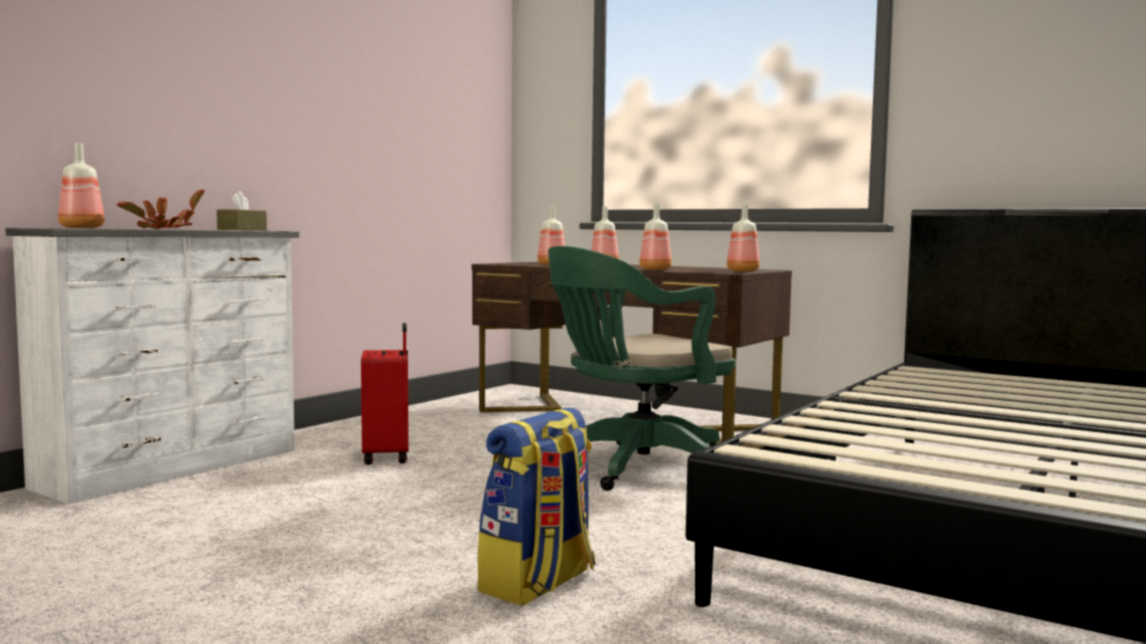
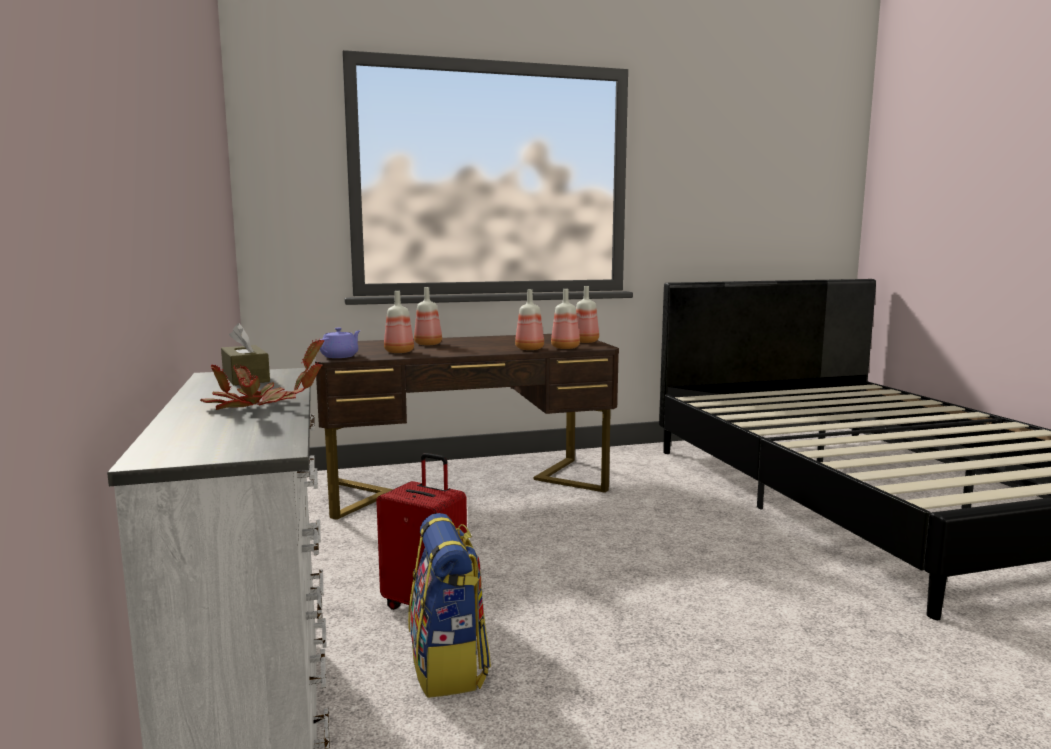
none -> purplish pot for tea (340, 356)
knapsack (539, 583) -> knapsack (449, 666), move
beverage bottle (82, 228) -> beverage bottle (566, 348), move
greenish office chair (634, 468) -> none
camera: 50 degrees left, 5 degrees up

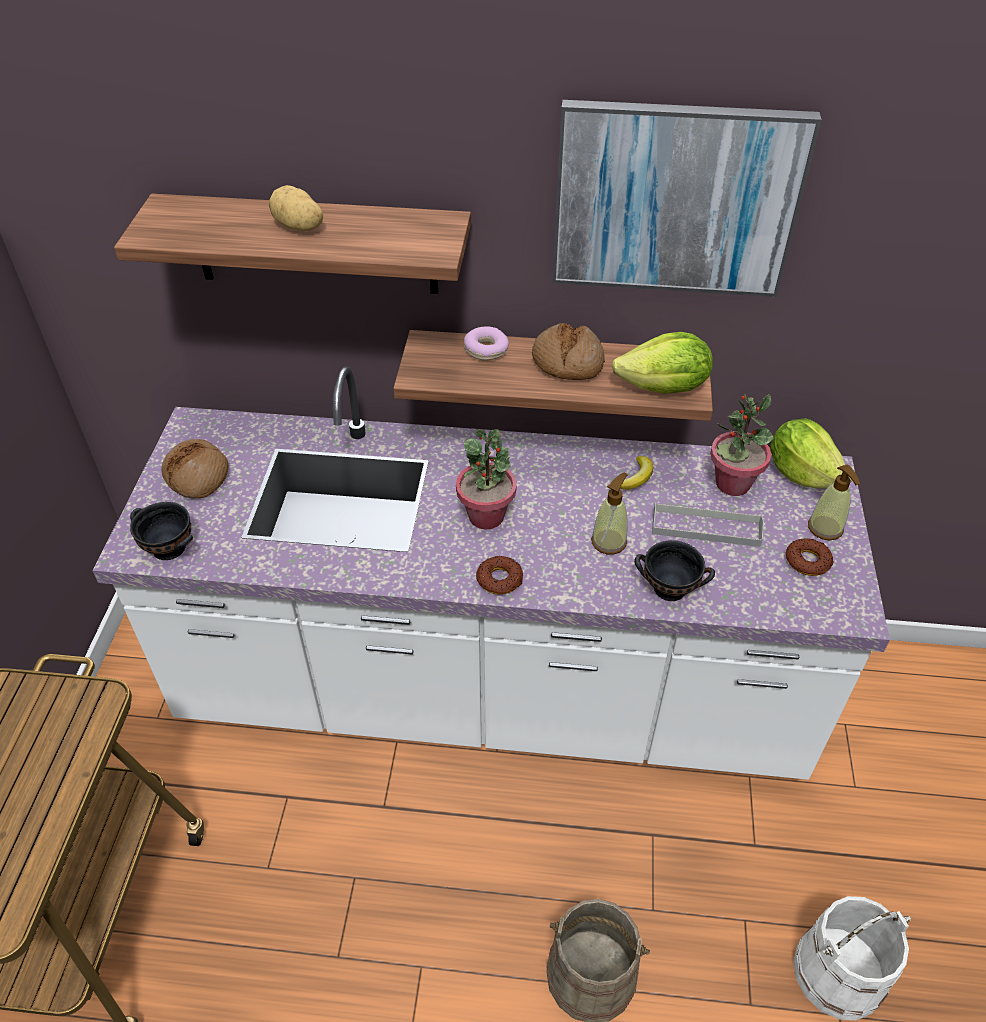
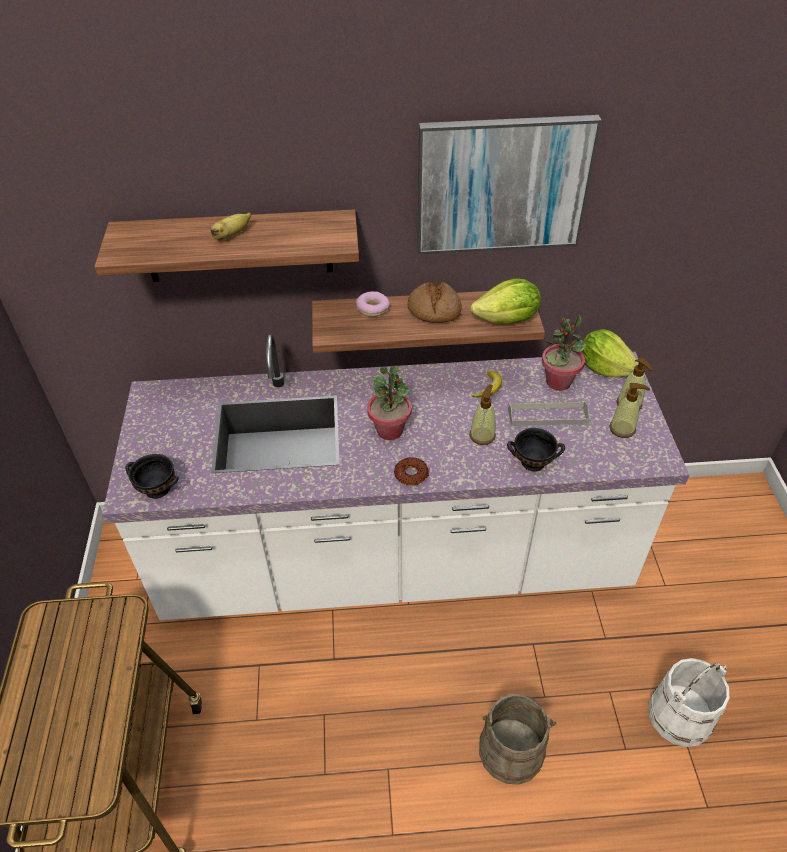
spud (298, 227) -> banana (231, 235)
doughnut (808, 561) -> liquid soap bottle (622, 429)
baked bread (197, 476) -> none
camera: 10 degrees left, 0 degrees up

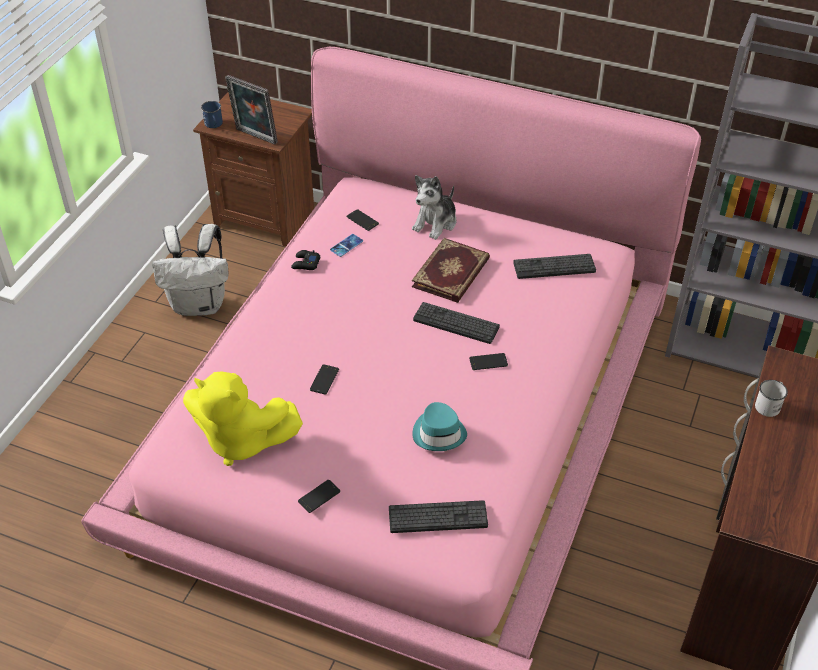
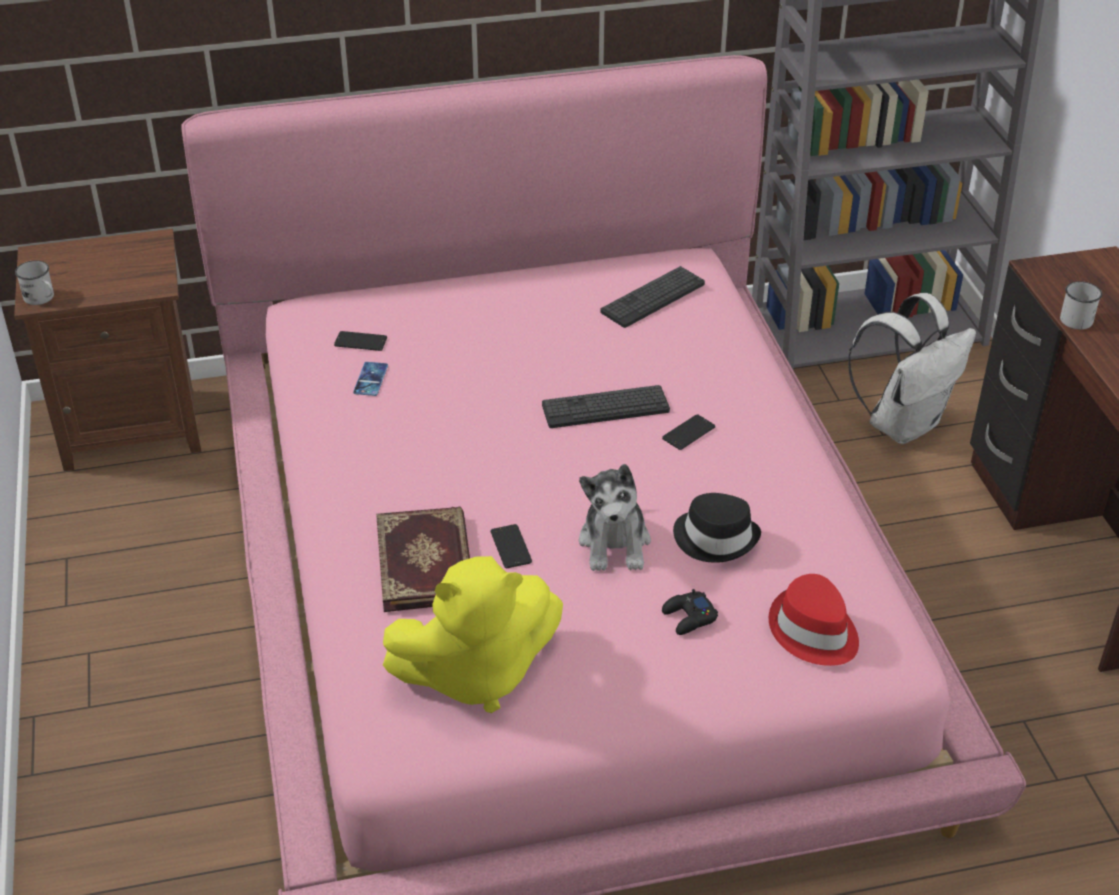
blue mug (214, 125) -> white mug (42, 298)
bound book (452, 273) -> bound book (427, 563), move
cuddly toy (435, 223) -> cuddly toy (615, 543), move
black game controller (305, 264) -> black game controller (689, 617), move
turquoise-coloured hat (439, 433) -> black hat (716, 538)
computer keyboard (438, 517) -> red-coloured hat (813, 631)
white knapsack (200, 304) -> white knapsack (903, 423), move
standing frame (255, 137) -> none
handset (319, 496) -> none
camera: 35 degrees left, 5 degrees down

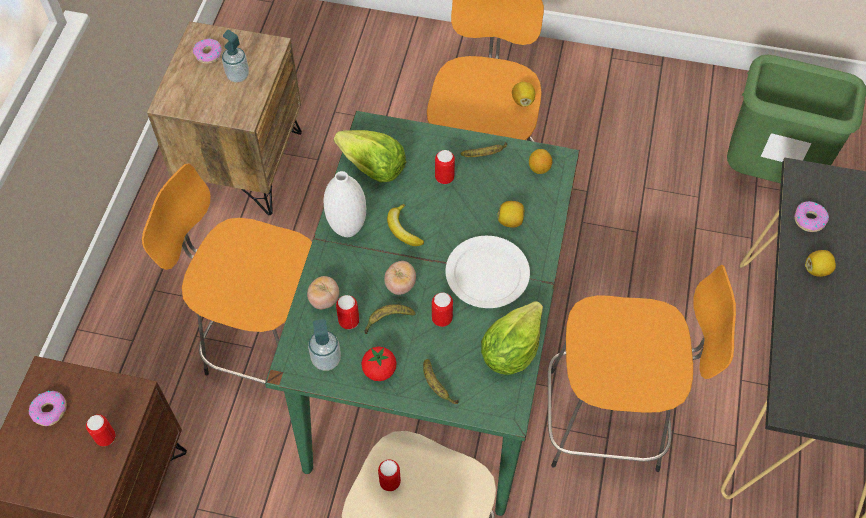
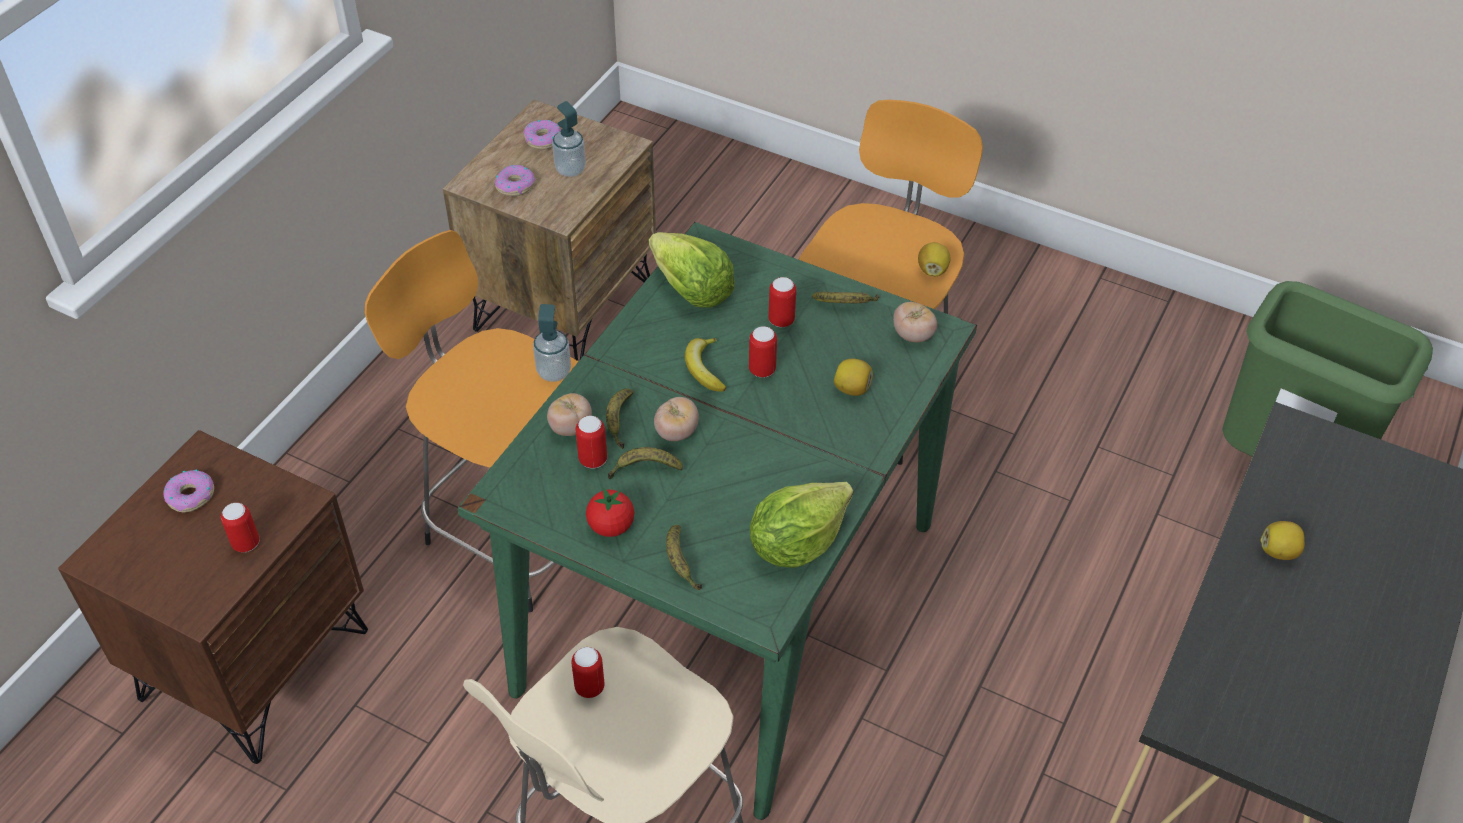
doughnut (809, 219) -> doughnut (515, 185), move
liquid soap bottle (326, 360) -> liquid soap bottle (554, 372), move
none -> banana (619, 422)
metal can (442, 319) -> metal can (762, 370), move
lemon (539, 168) -> tomato (913, 335)
white decorative vase (347, 229) -> none
white plate (487, 274) -> none
orangey sitting stool (609, 420) -> none
camera: 15 degrees right, 10 degrees down

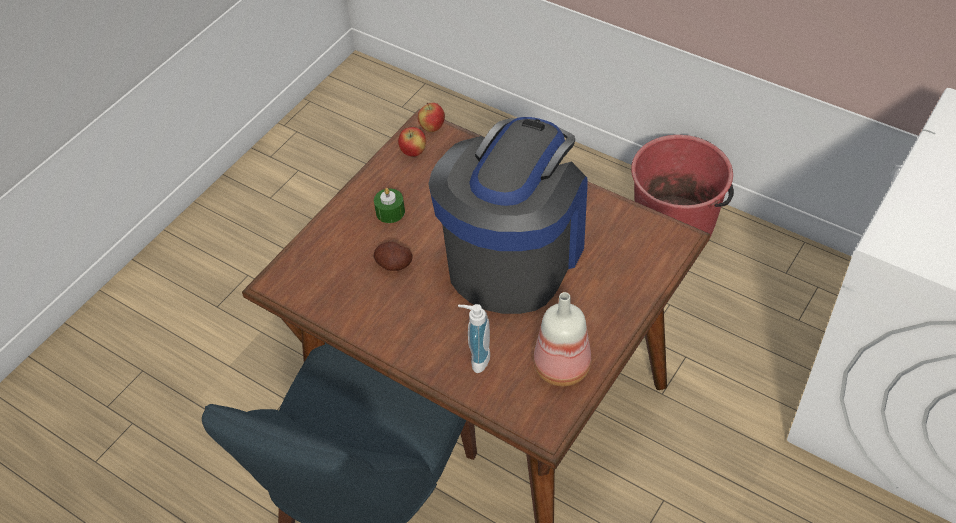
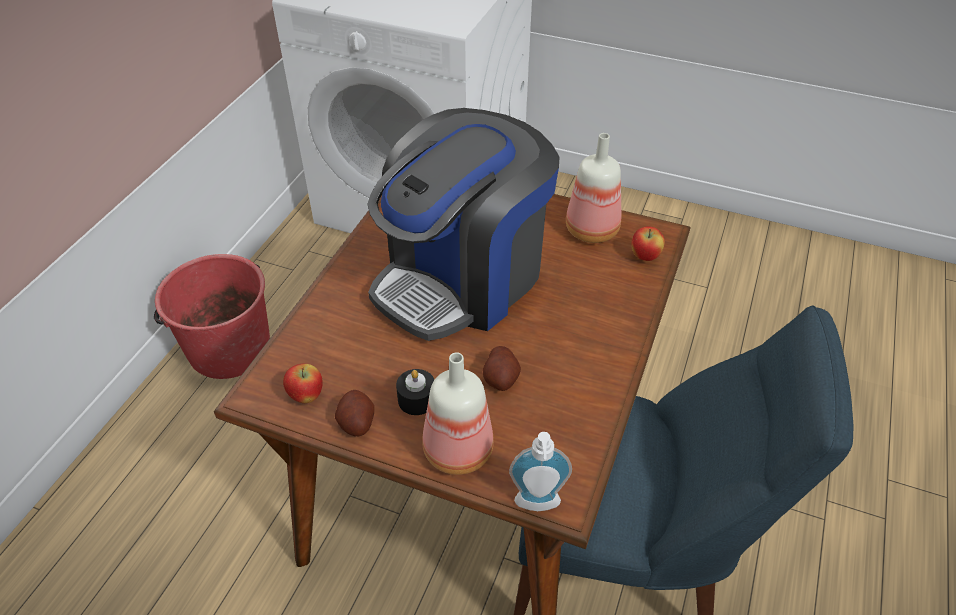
none -> spud (356, 422)
coffee maker (515, 254) -> coffee maker (462, 278), 60 degrees counterclockwise
greenish wax candle (390, 212) -> black wax candle (417, 399)
none -> beverage bottle (456, 451)
liquid soap bottle (476, 358) -> liquid soap bottle (537, 506), move
apple (432, 128) -> apple (645, 256), move
camera: 105 degrees left, 5 degrees down

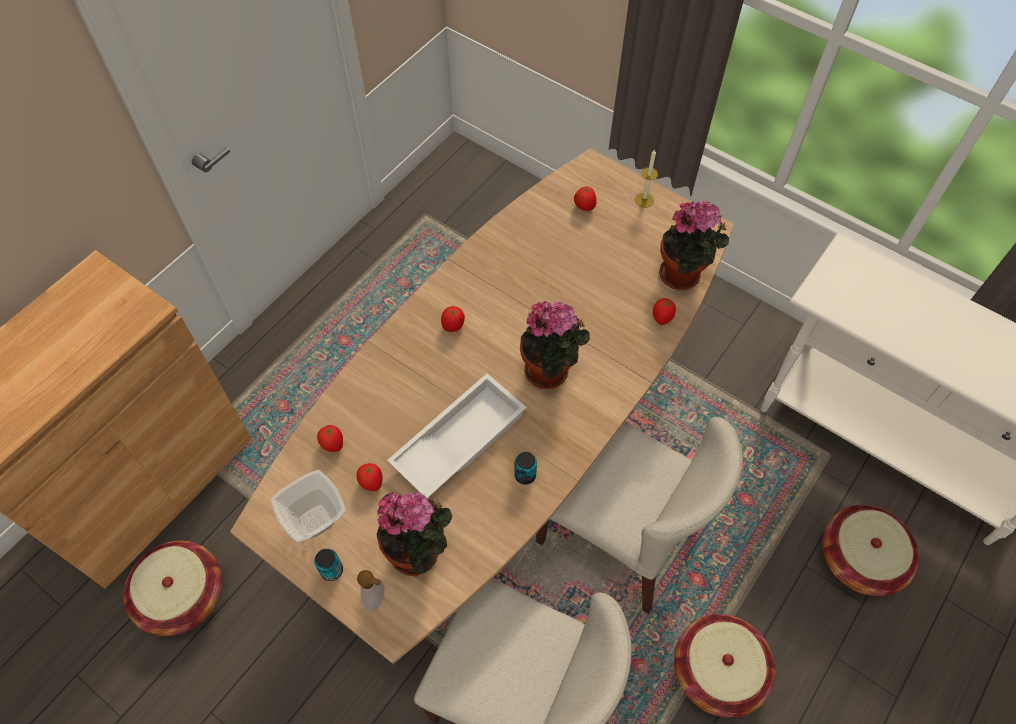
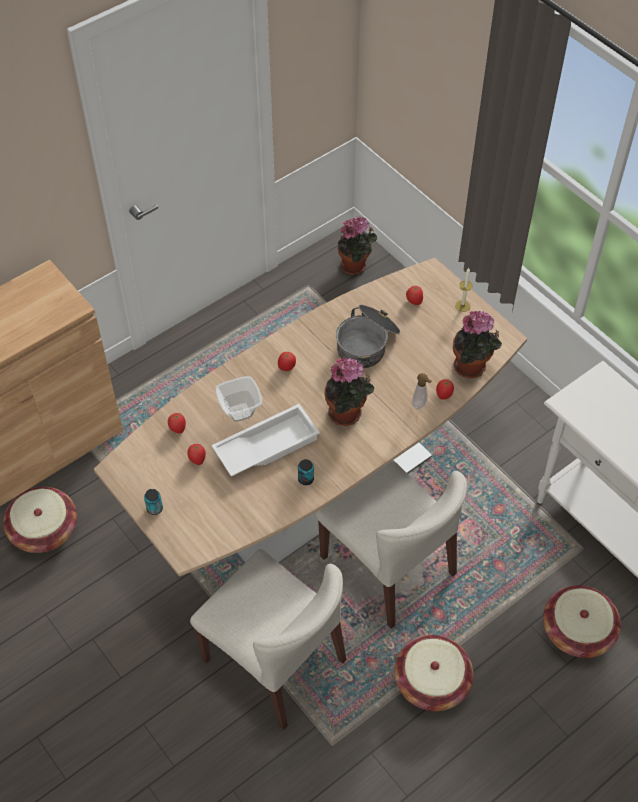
bowl (318, 521) -> bowl (241, 413), move
none -> cooking pot (367, 344)
potted plant (419, 552) -> potted plant (355, 266), move
liquid soap bottle (377, 599) -> liquid soap bottle (420, 404), move
camera: 15 degrees right, 5 degrees down

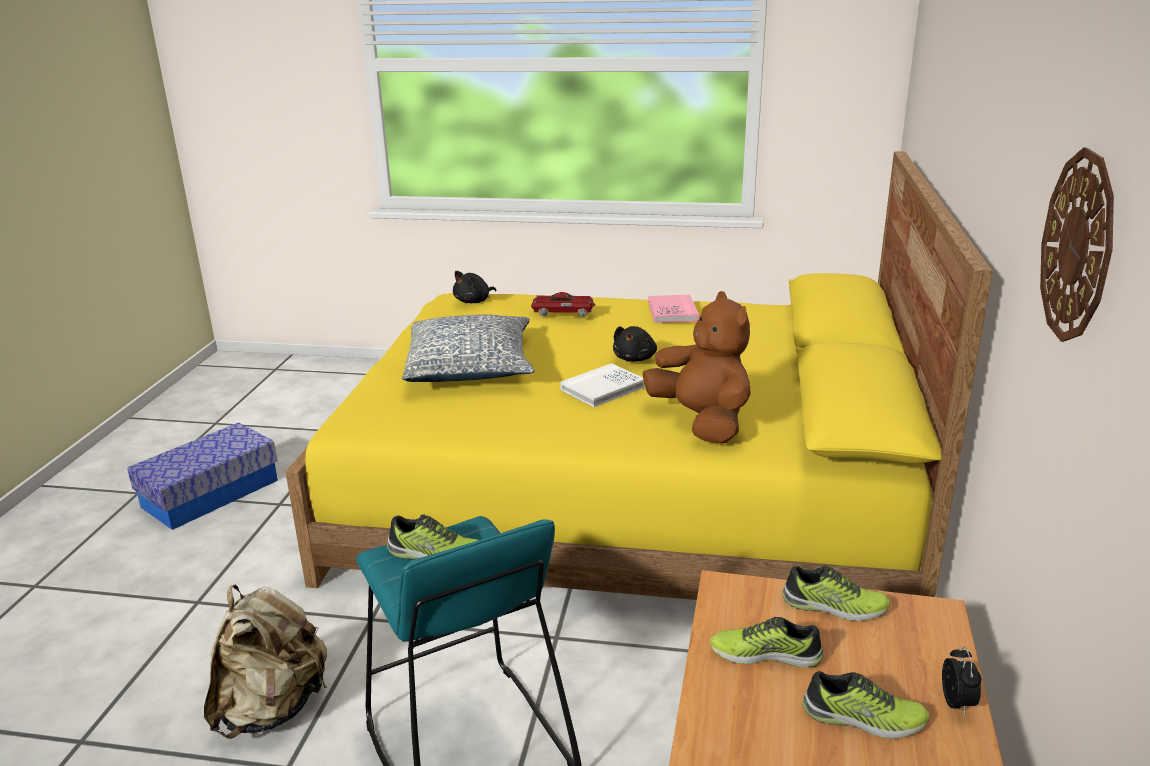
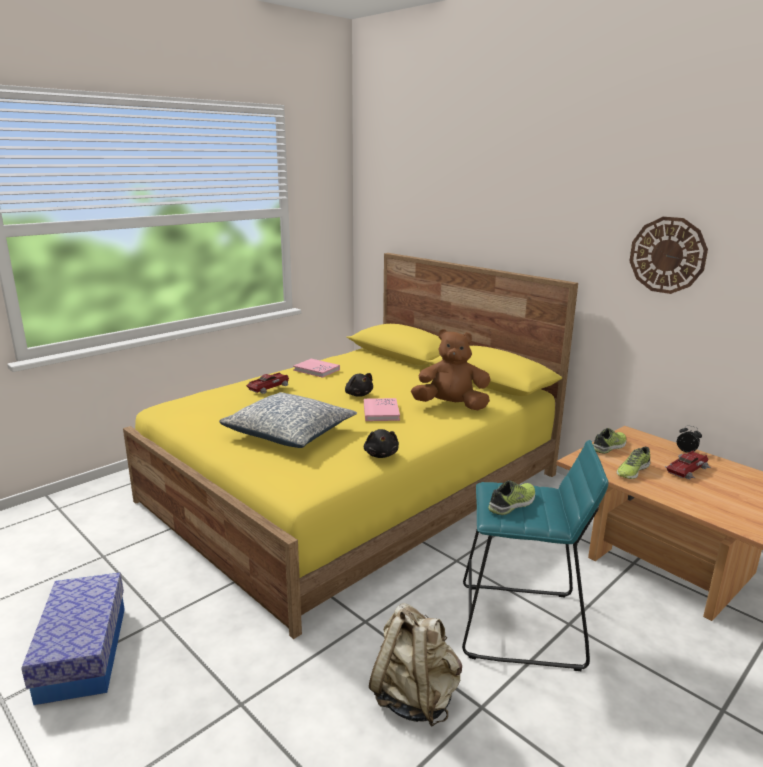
white bound book (603, 388) -> pink-coloured bound book (381, 412)
black cuddly toy (474, 301) -> black cuddly toy (381, 454), move
shoe (863, 719) -> model car (686, 469)
camera: 55 degrees left, 5 degrees down

